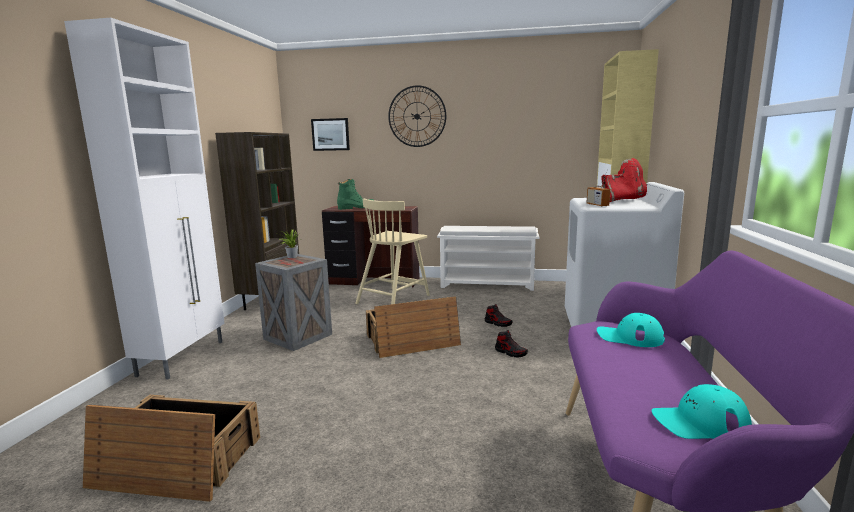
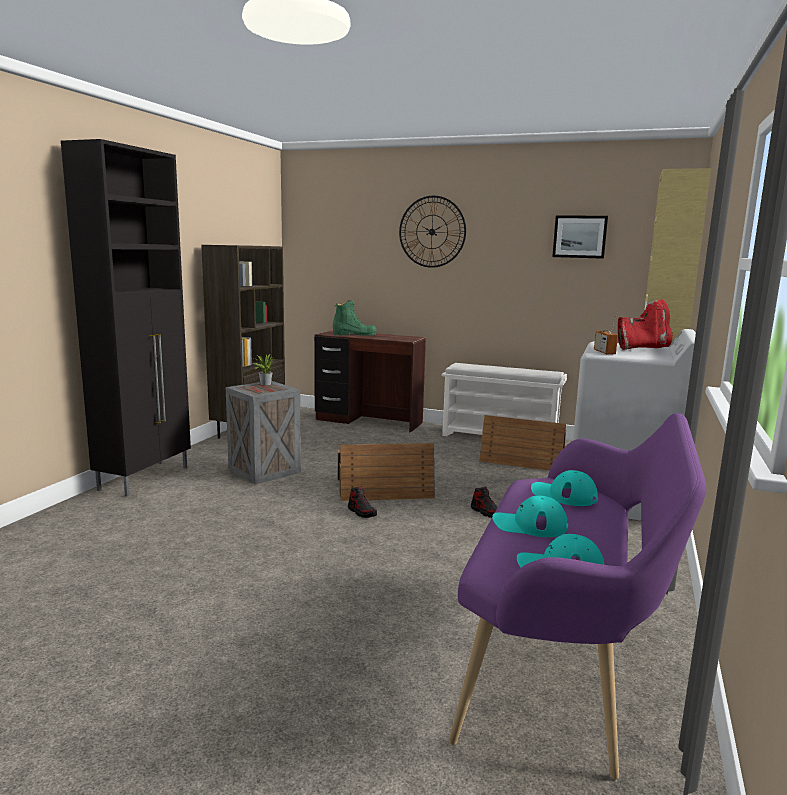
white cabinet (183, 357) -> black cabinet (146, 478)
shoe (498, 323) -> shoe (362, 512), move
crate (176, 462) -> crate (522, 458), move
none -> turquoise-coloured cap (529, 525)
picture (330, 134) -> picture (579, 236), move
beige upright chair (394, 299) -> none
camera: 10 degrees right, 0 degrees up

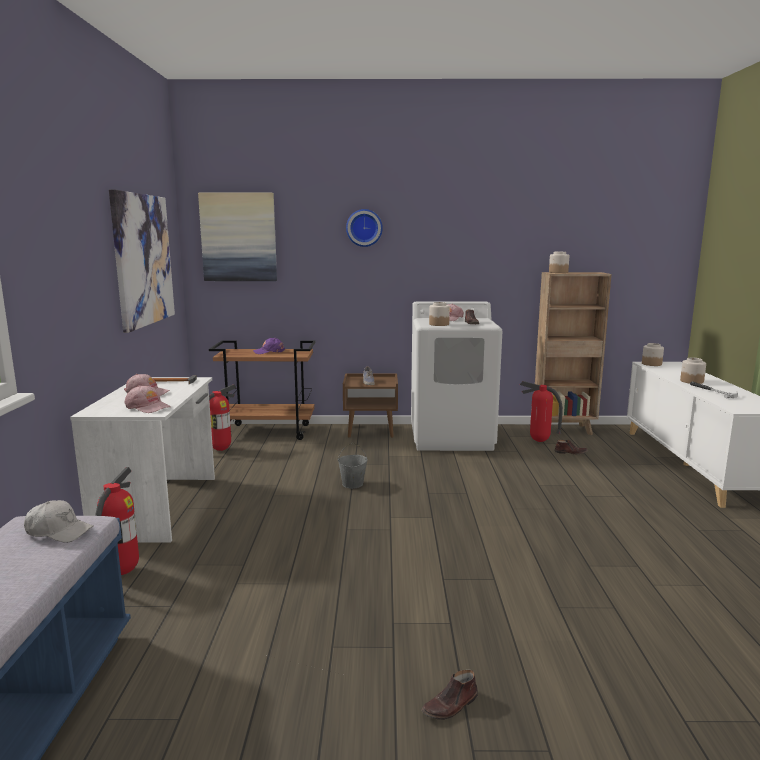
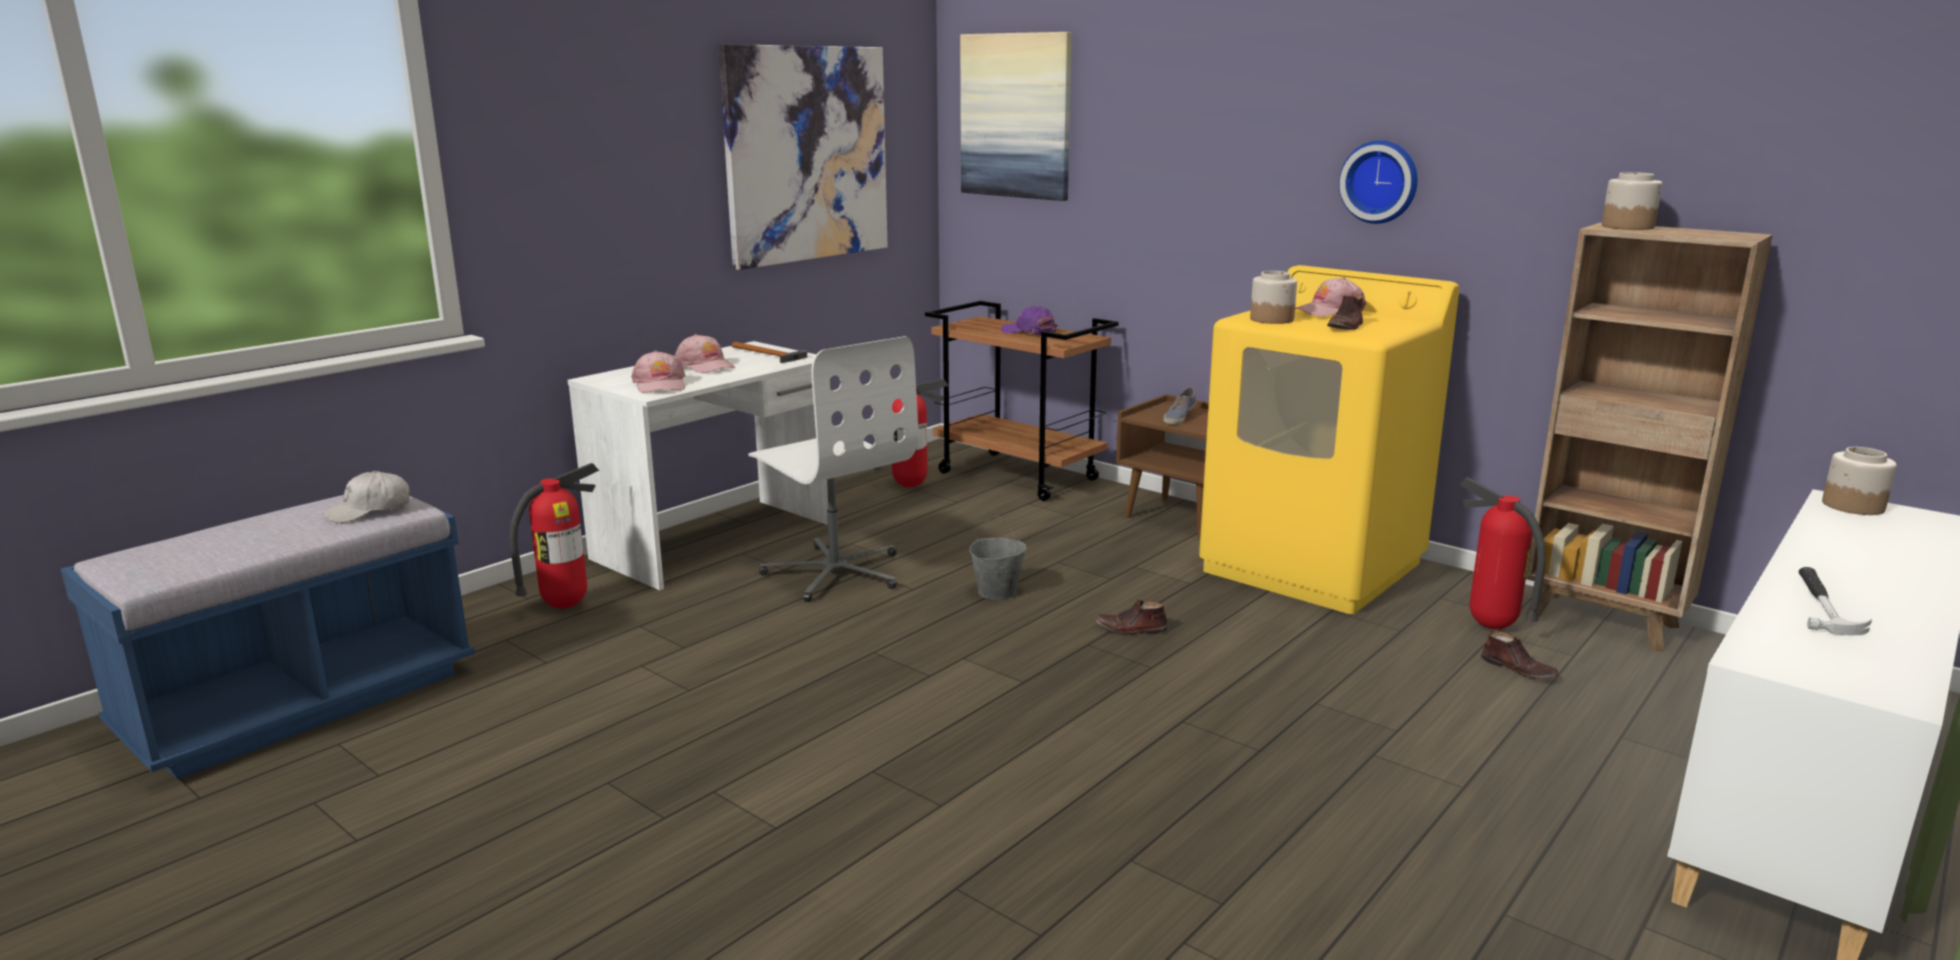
white cap (59, 531) -> white cap (369, 510), 90 degrees clockwise
none -> white office chair (835, 572)
brown shoe (450, 706) -> brown shoe (1130, 629), move
white washing machine (452, 437) -> yellow washing machine (1313, 567)
hanging clock (364, 228) -> hanging clock (1380, 181), move
jar (691, 381) -> none
camera: 40 degrees right, 5 degrees up

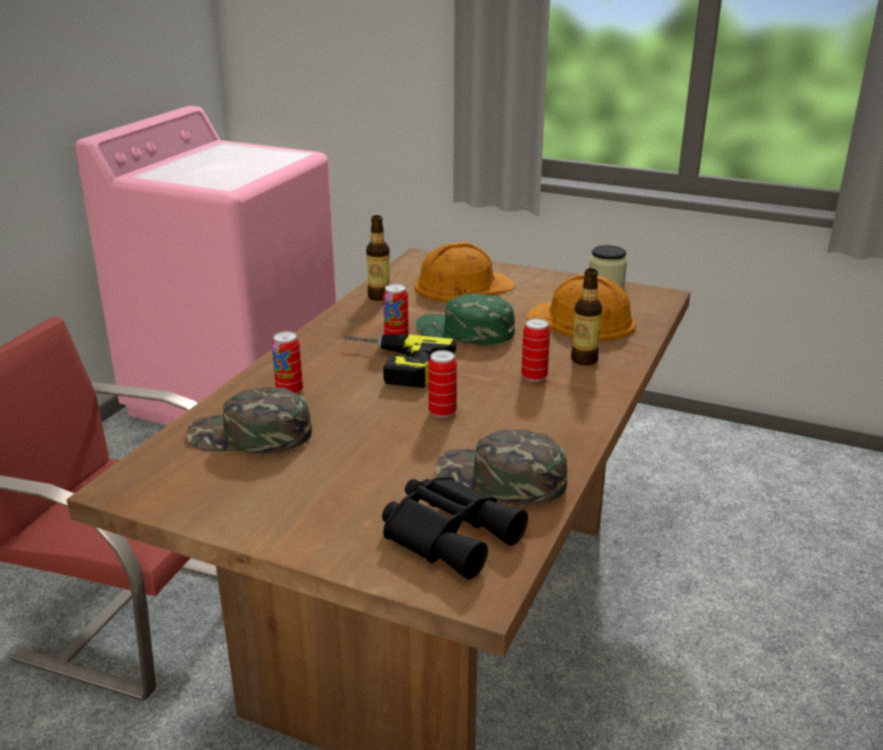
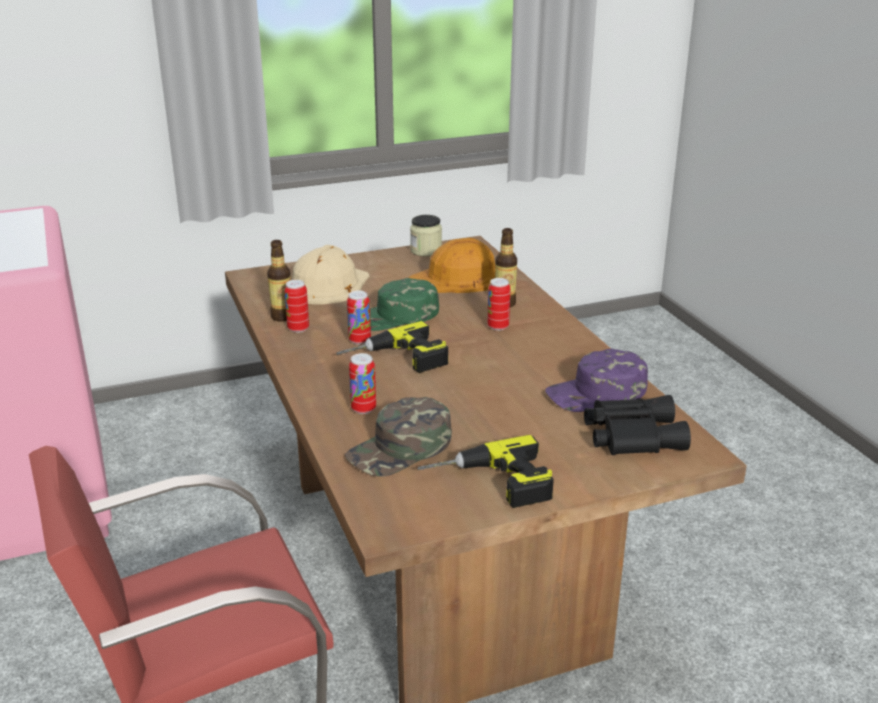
metal can (442, 412) -> metal can (298, 329), move
orangey safety helmet (462, 286) -> beige safety helmet (328, 285)
none -> electric drill (489, 484)
greenish cap (500, 479) -> purplish cap (597, 393)
camera: 45 degrees left, 0 degrees up

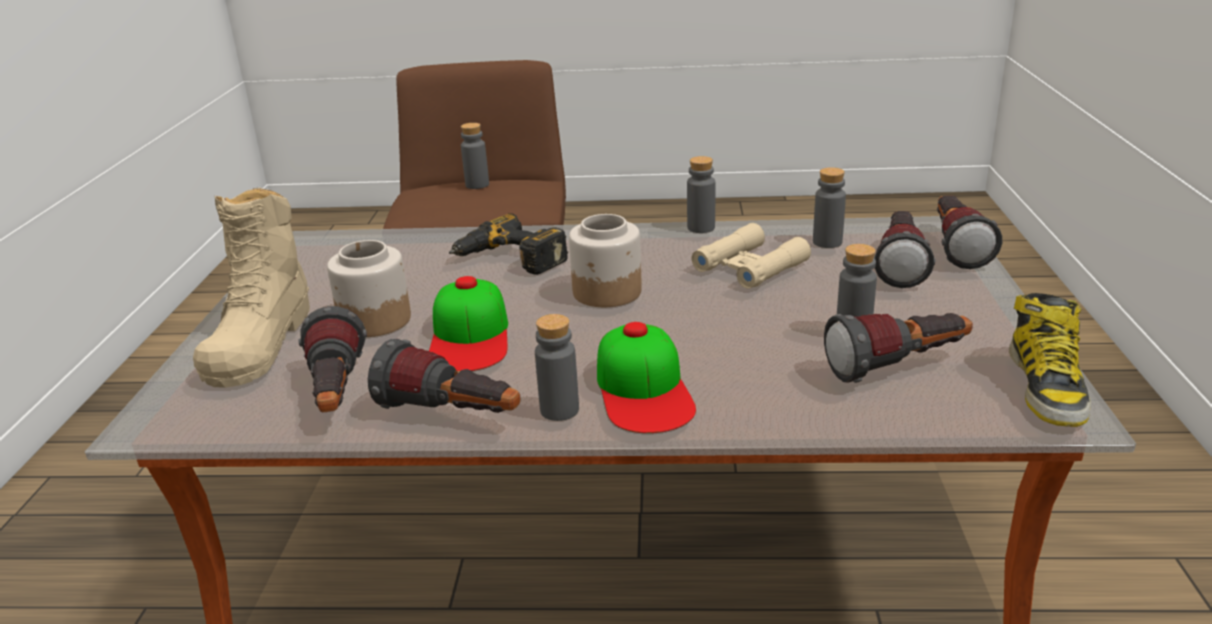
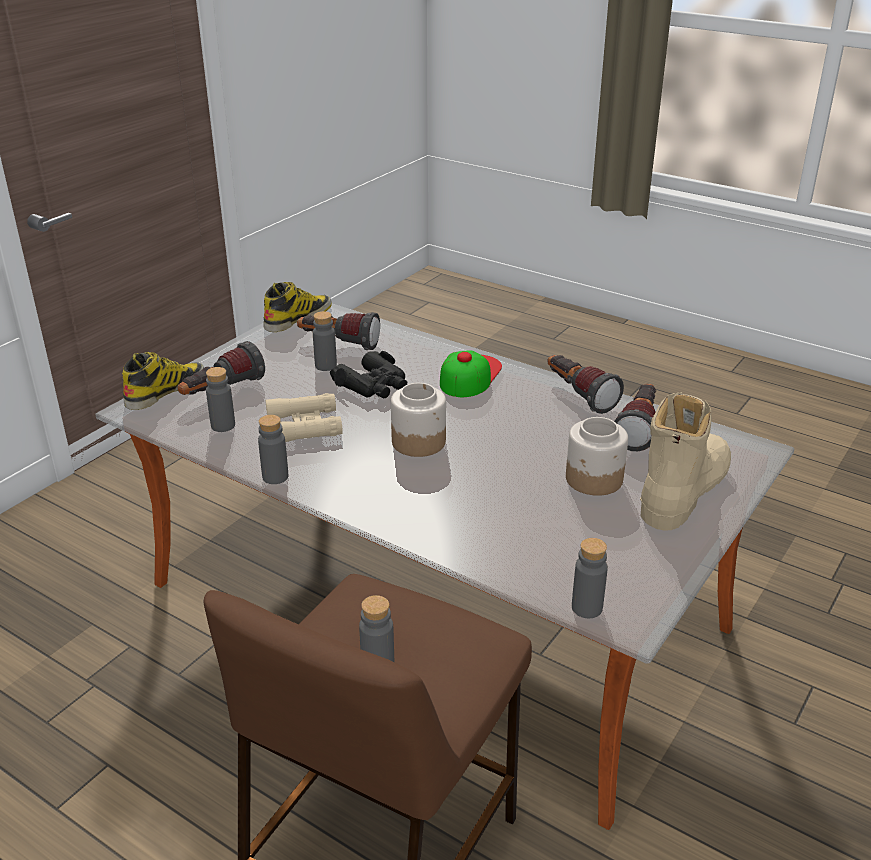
torch (955, 247) -> tall boot (165, 390)
none -> black field glasses (373, 385)
greyish beverage bottle (559, 410) -> greyish beverage bottle (587, 608), move
cap (470, 336) -> none
electric drill (508, 260) -> none
camera: 150 degrees left, 5 degrees up

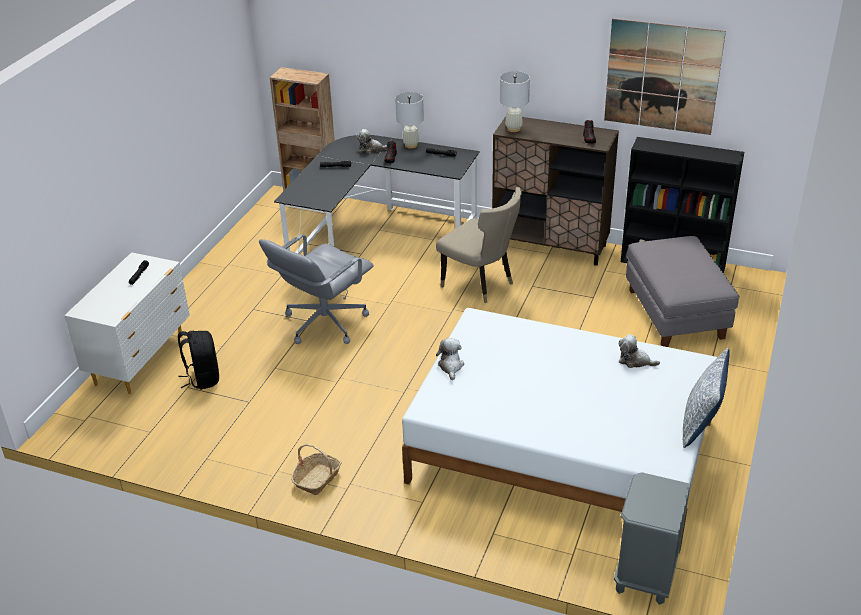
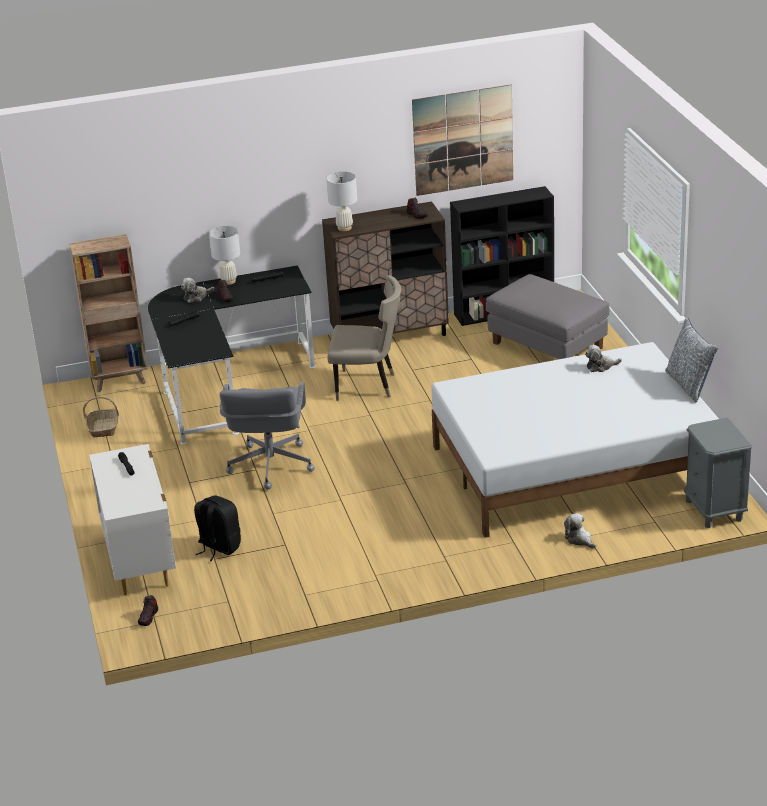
basket (317, 479) -> basket (104, 428), move
none -> shoe (148, 617)
cuddly toy (451, 366) -> cuddly toy (579, 540), move
camera: 35 degrees left, 5 degrees down

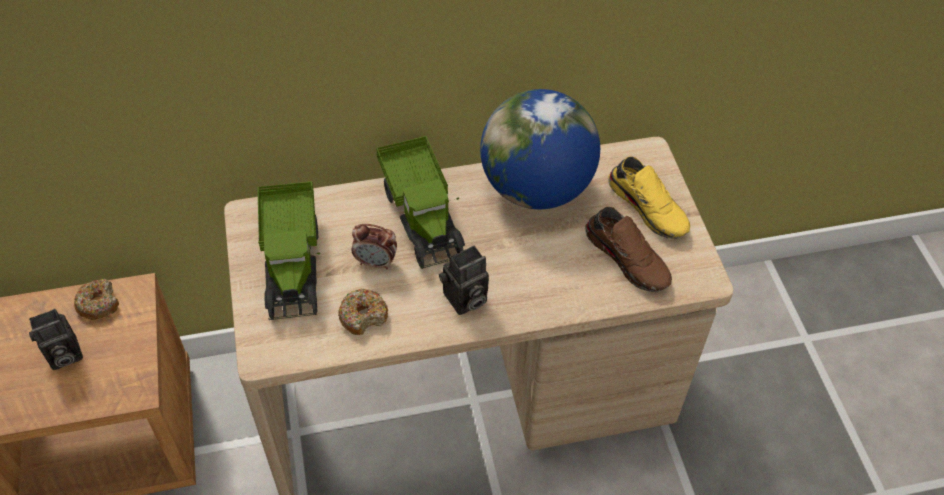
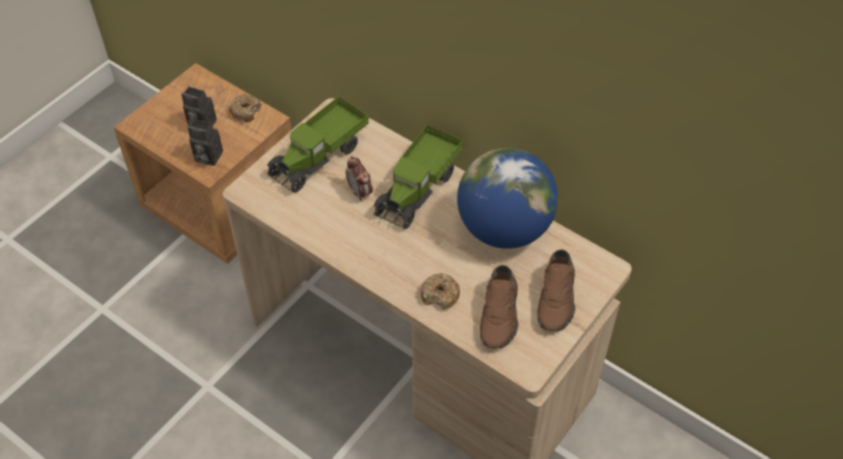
photo camera (464, 300) -> photo camera (206, 157), move
doughnut (363, 316) -> doughnut (440, 295), move
yellow shoe (649, 207) -> brown shoe (557, 298)
camera: 50 degrees right, 0 degrees up

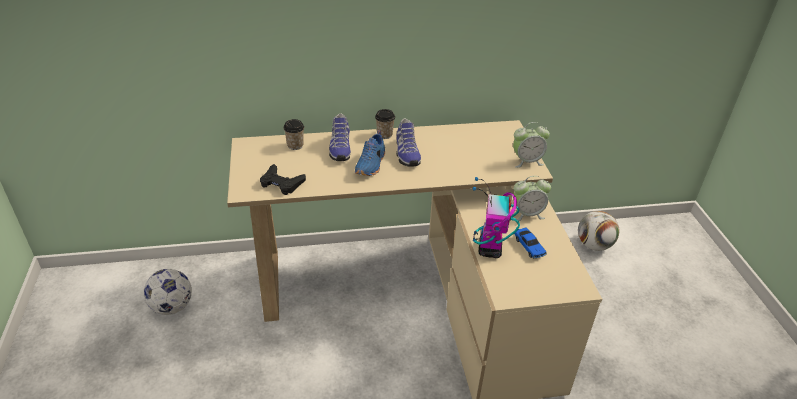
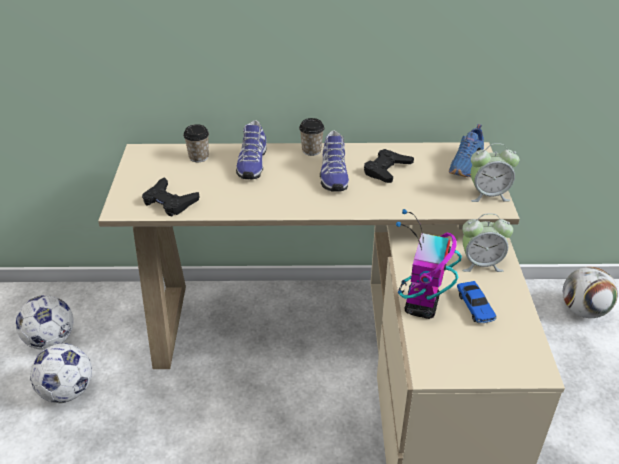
none -> football ball (67, 391)
none -> black game controller (386, 170)
blue shoe (371, 165) -> blue shoe (467, 165), move
camera: 10 degrees right, 0 degrees up

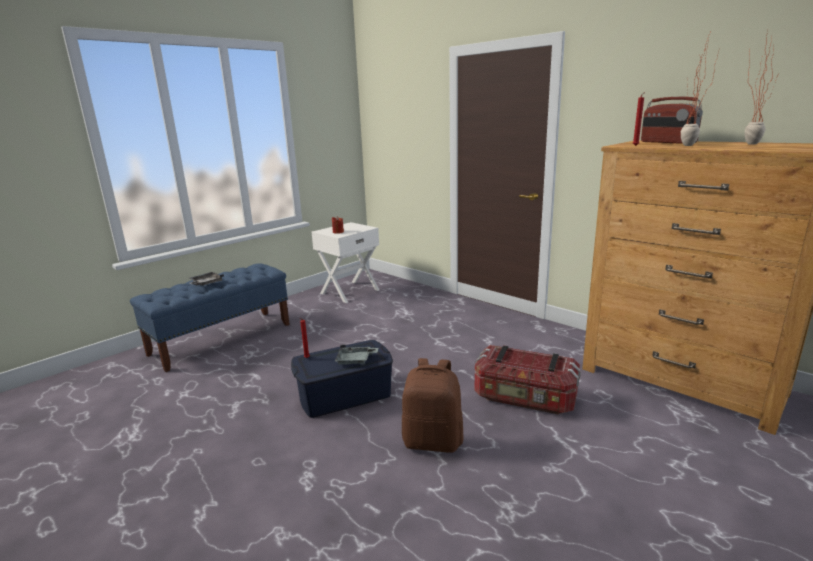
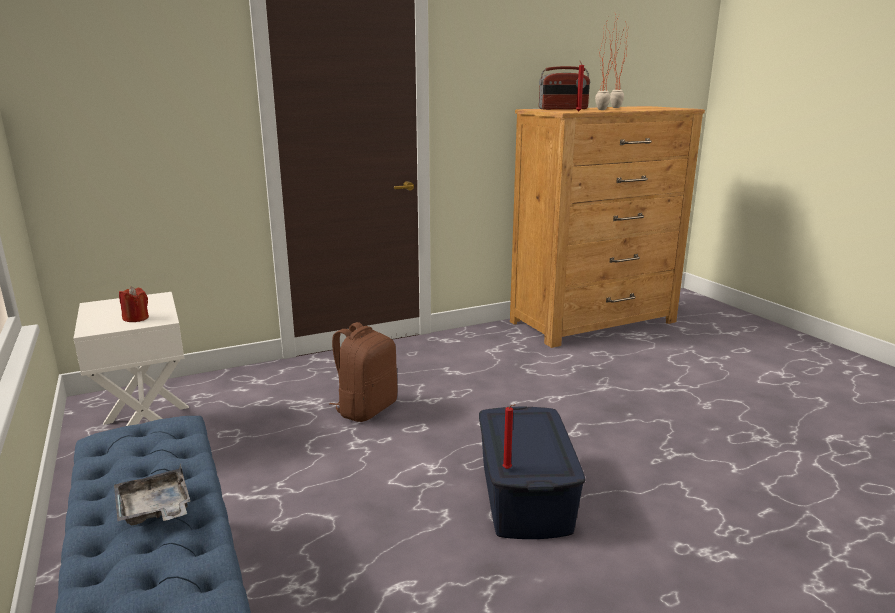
brown knapsack (433, 441) -> brown knapsack (366, 409), move
greyish tray (355, 360) -> none
storage container (524, 398) -> none
camera: 70 degrees left, 0 degrees up

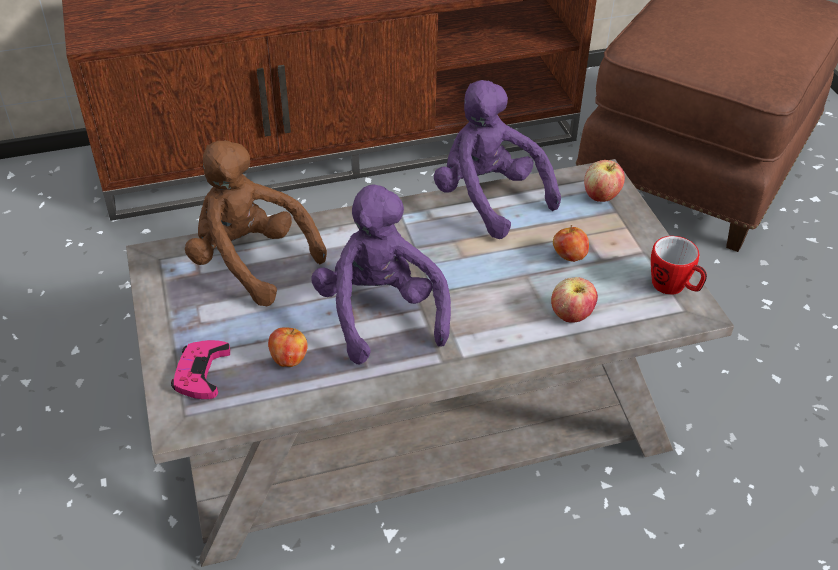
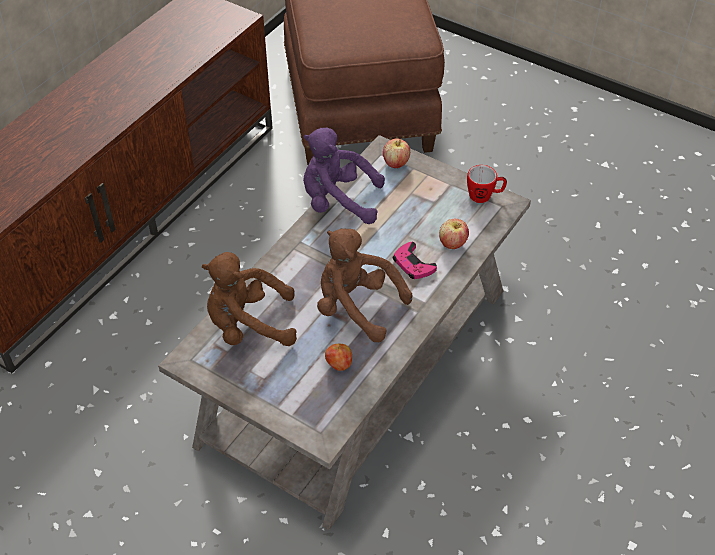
purplish cuddly toy (380, 313) -> brown cuddly toy (356, 306)
pink-coloured game controller (201, 373) -> pink-coloured game controller (413, 264), move
apple (569, 257) -> none
camera: 40 degrees left, 5 degrees up

